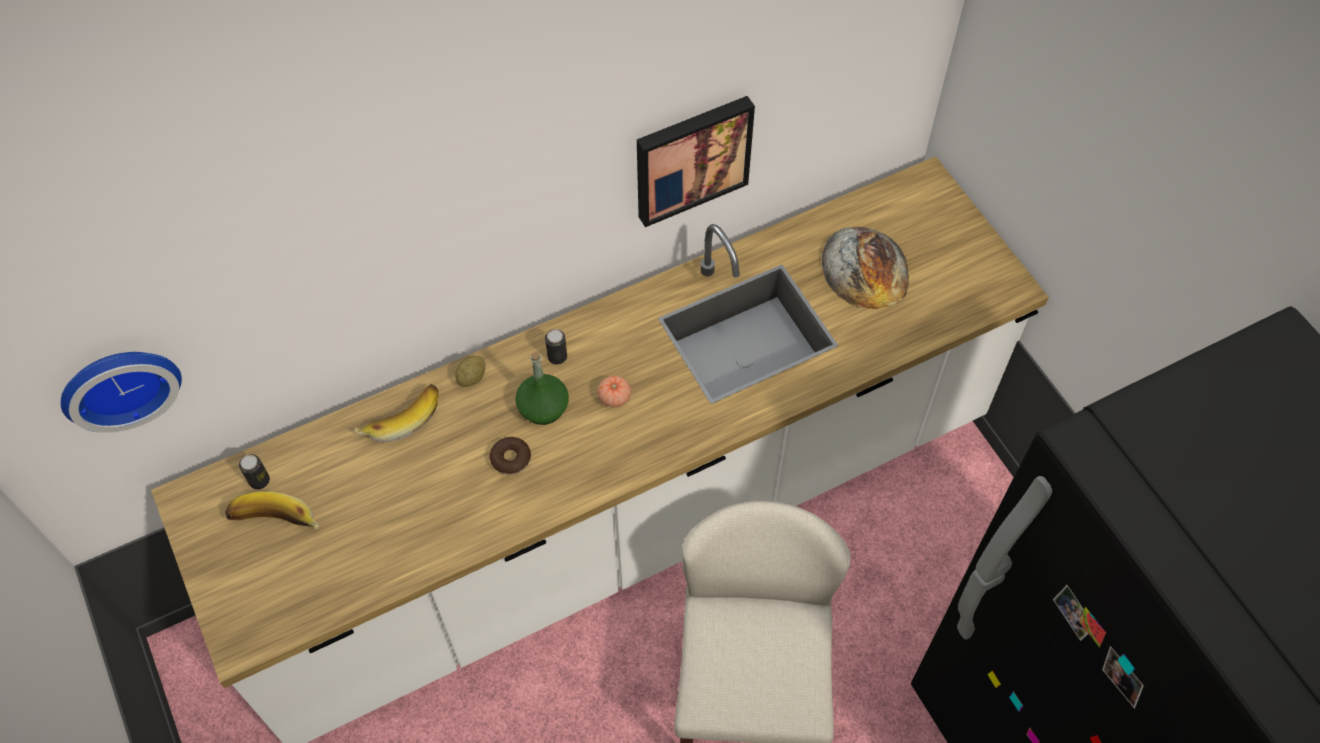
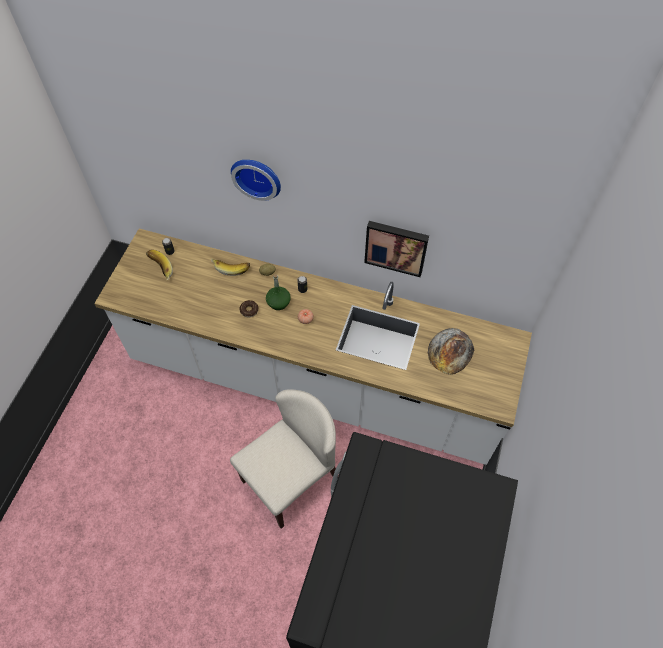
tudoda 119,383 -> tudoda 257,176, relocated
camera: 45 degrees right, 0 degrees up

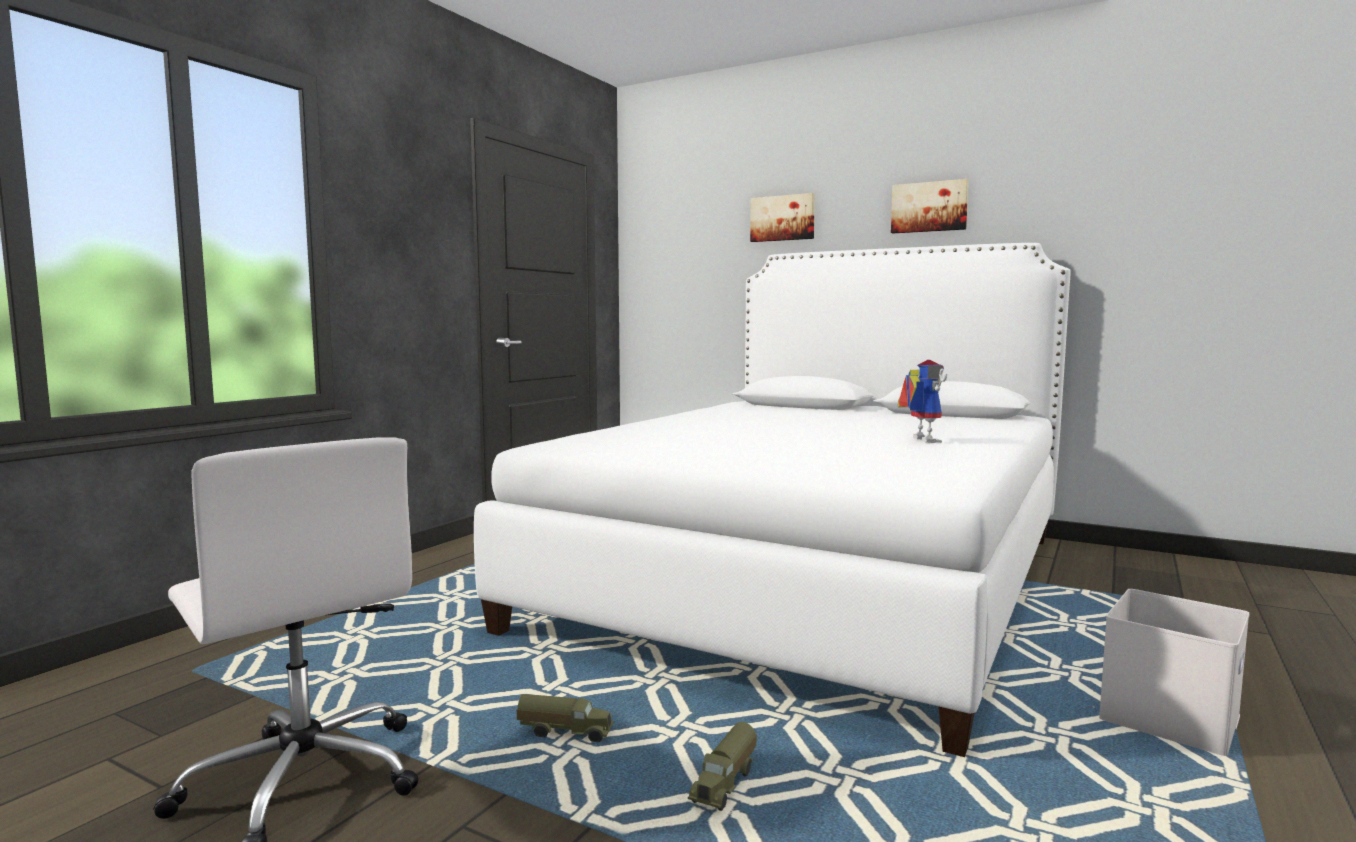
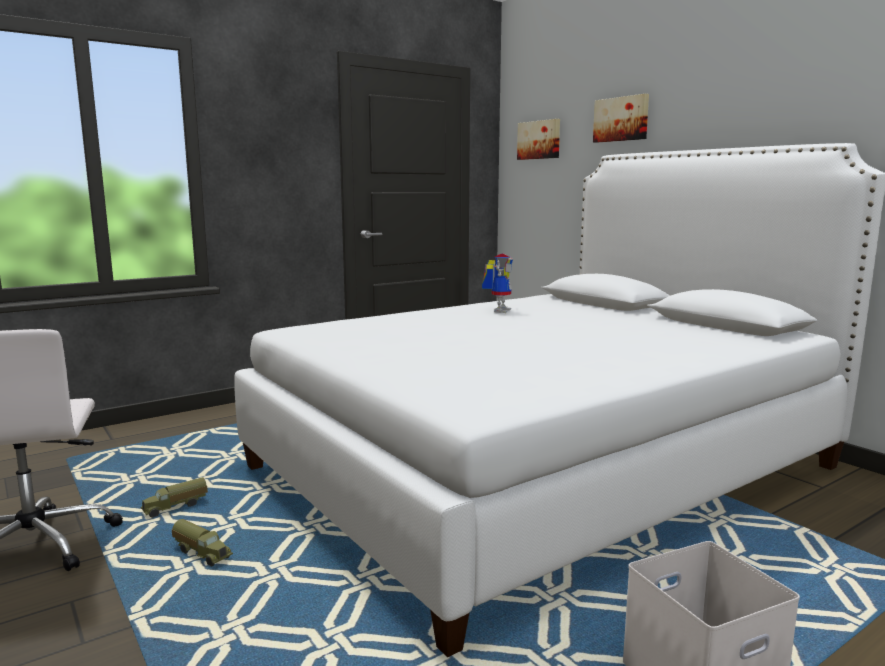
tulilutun 726,784 -> tulilutun 175,508, relocated
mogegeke 929,207 -> mogegeke 539,140, relocated
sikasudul 920,440 -> sikasudul 499,310, relocated
camera: 25 degrees right, 5 degrees up

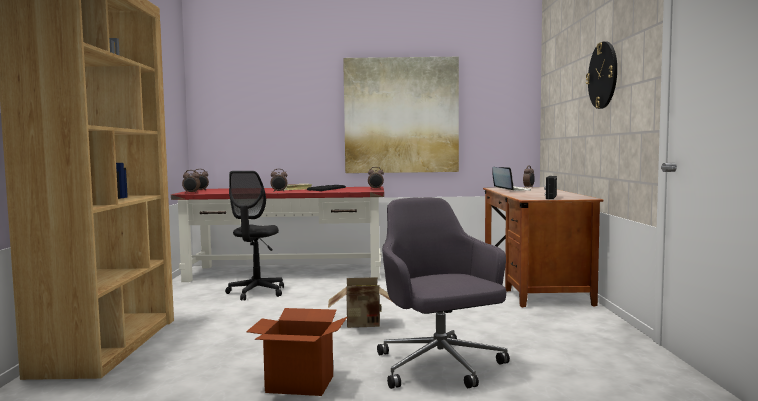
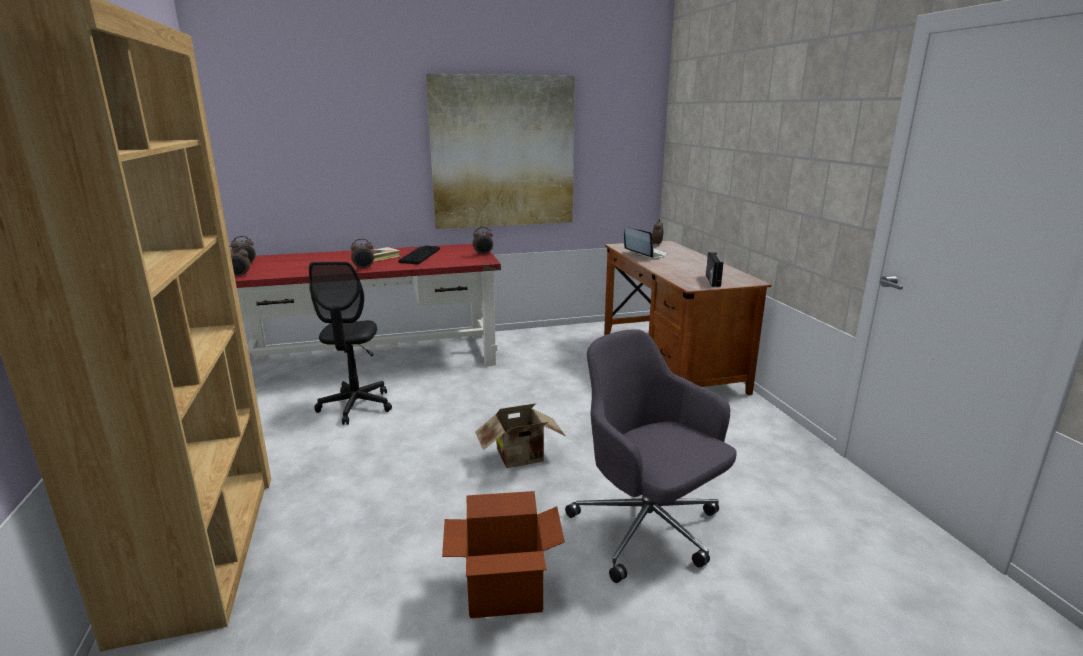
tudoda 603,75 -> none
camera: 15 degrees left, 15 degrees up

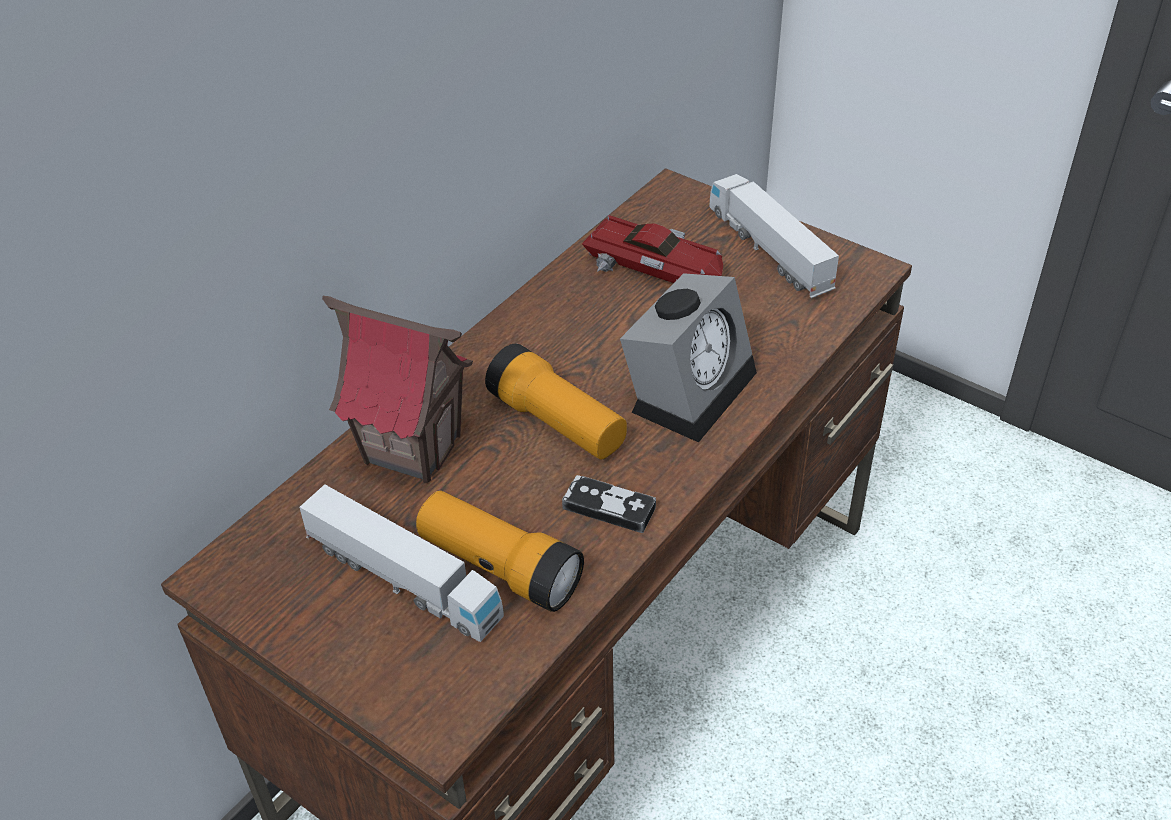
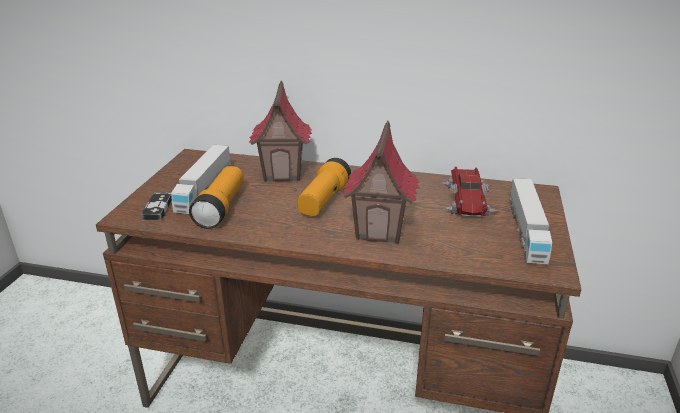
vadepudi 609,507 -> vadepudi 157,208, relocated
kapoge 690,387 -> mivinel 380,230
tulilutun 769,250 -> tulilutun 526,231, 150 degrees clockwise
camera: 65 degrees right, 15 degrees down

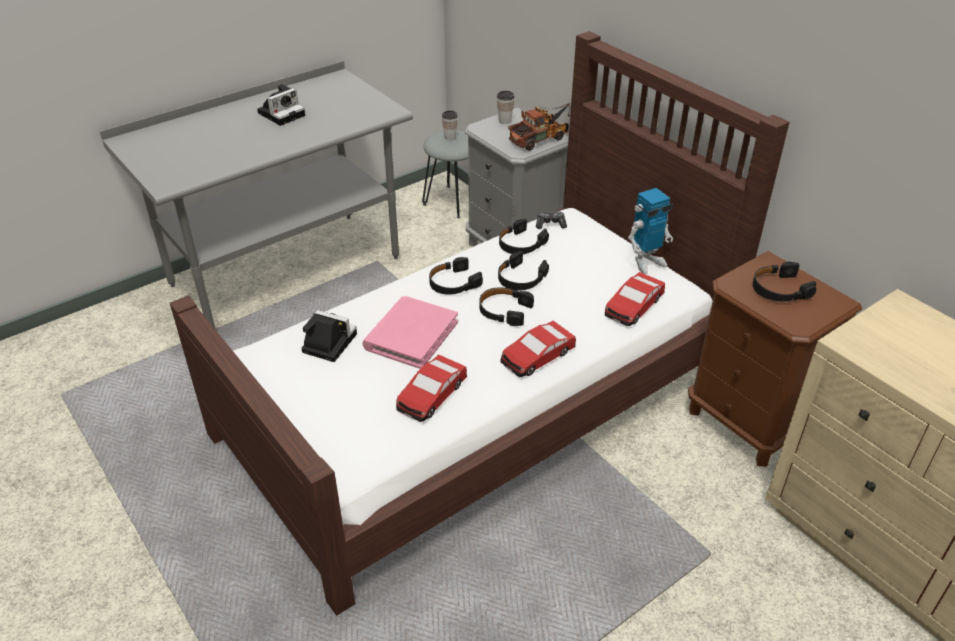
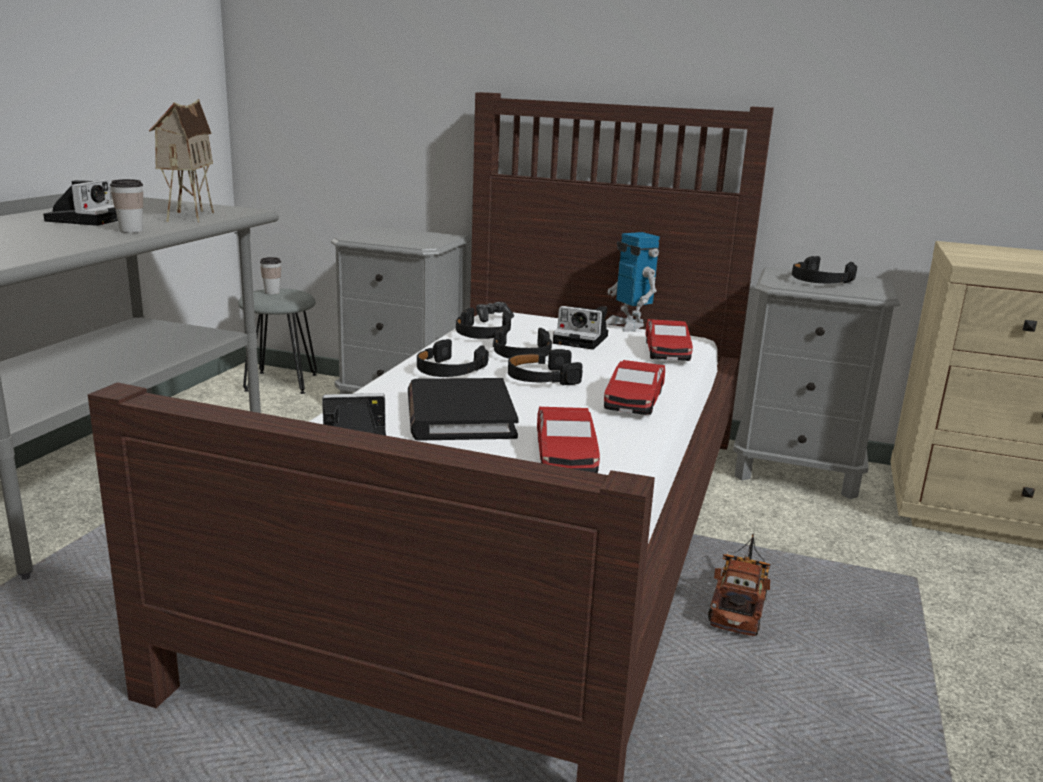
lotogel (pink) 411,335 -> lotogel (black) 459,416
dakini 505,121 -> dakini 131,231, relocated
tulilutun 542,138 -> tulilutun 739,605, relocated
sikasudul 646,262 -> sikasudul 628,325, 120 degrees clockwise
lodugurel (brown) 748,422 -> lodugurel (grey) 796,471
none -> mivinel 187,216
none -> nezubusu 583,340
camera: 35 degrees left, 20 degrees down

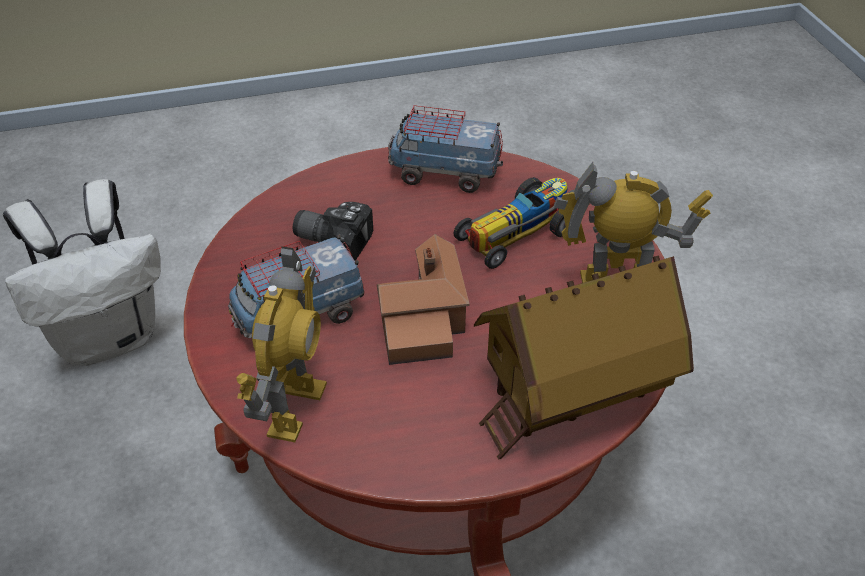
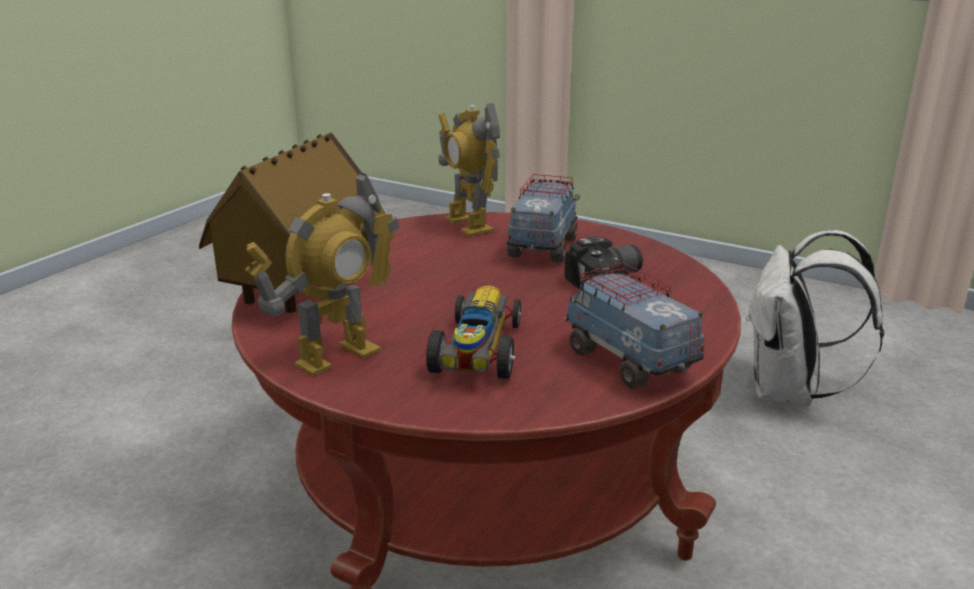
mivinel 423,319 -> none
tulilutun 444,173 -> tulilutun 628,361, 90 degrees counterclockwise
camera: 135 degrees right, 20 degrees down

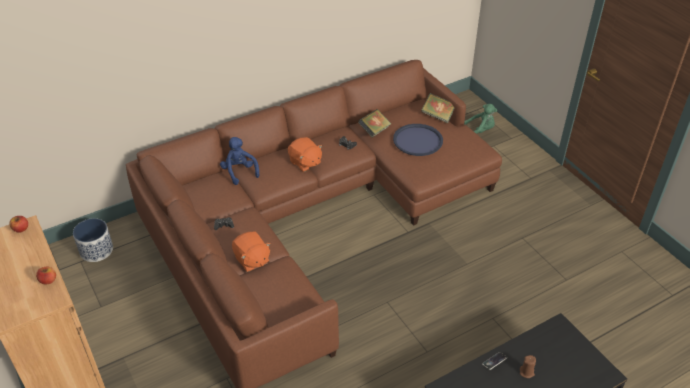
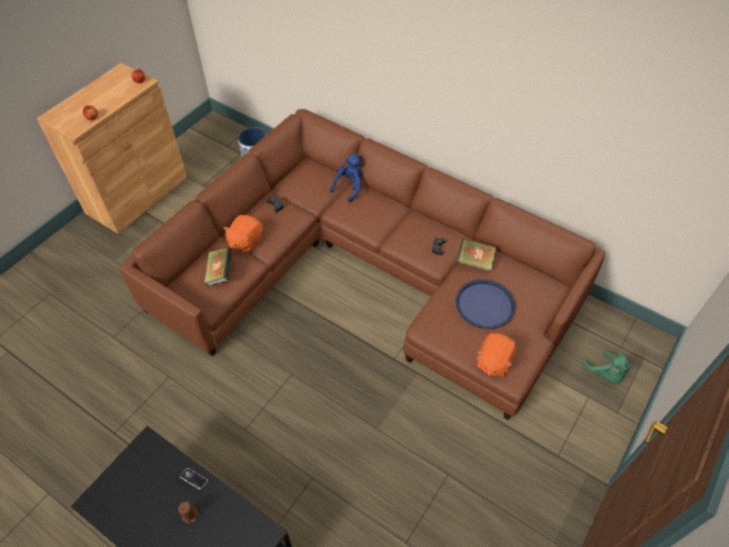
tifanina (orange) 305,163 -> tifanina (orange) 493,362, relocated
lotogel 438,116 -> lotogel 220,273, relocated
camera: 65 degrees right, 10 degrees up

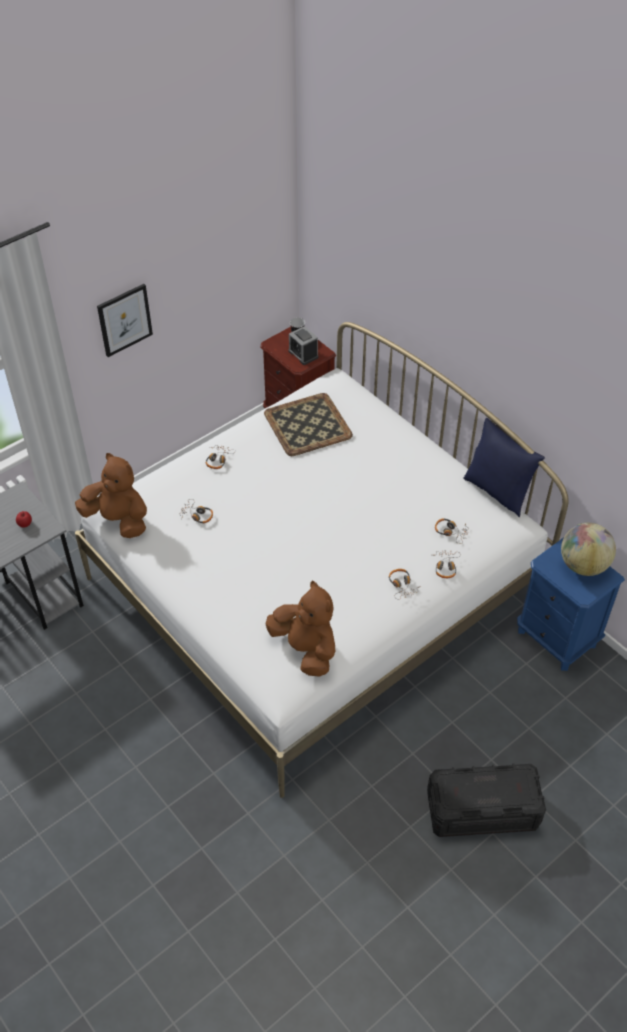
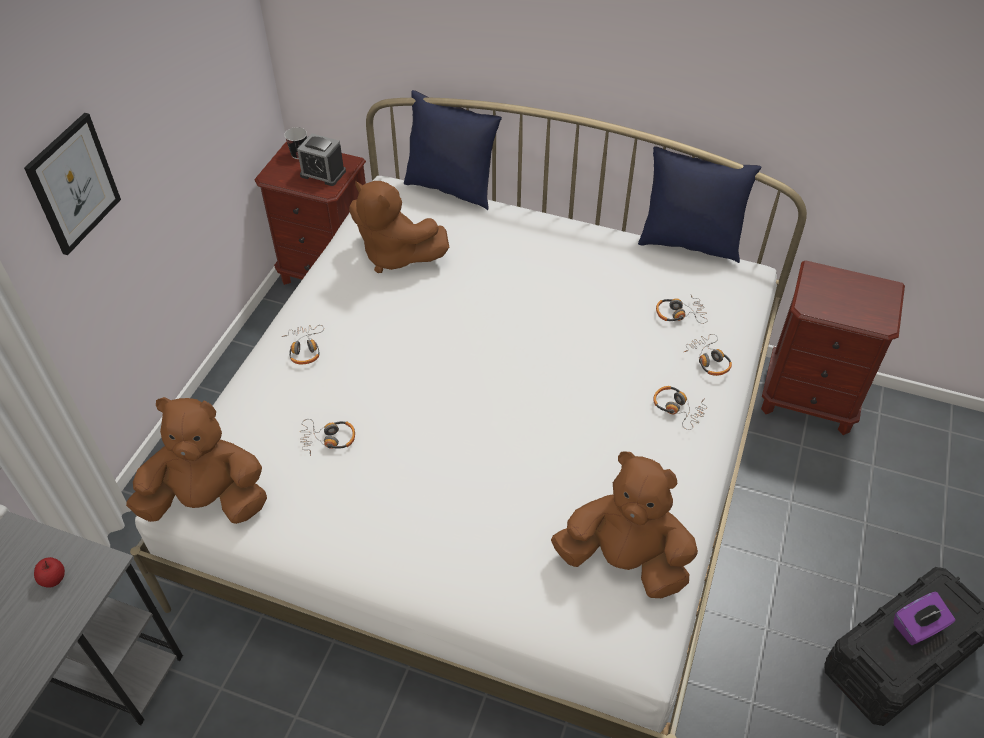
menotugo 306,424 -> tifanina (brown) 395,255
lodugurel (blue) 556,638 -> lodugurel (brown) 809,400
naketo 583,565 -> none
none -> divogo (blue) 451,188
none -> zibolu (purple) 918,627
camera: 30 degrees left, 0 degrees up

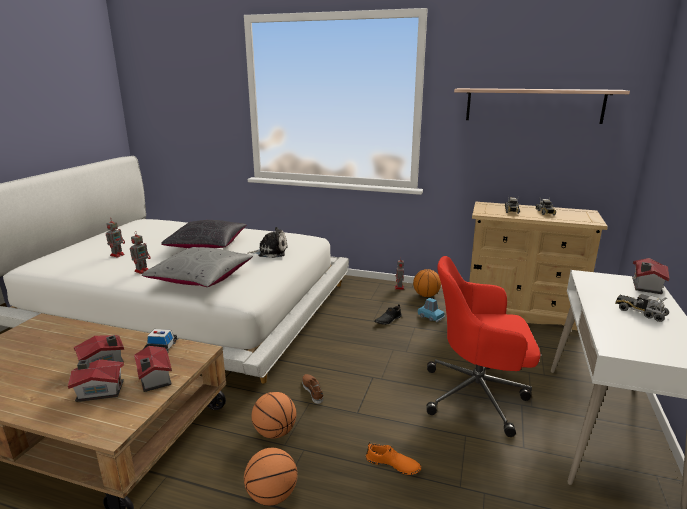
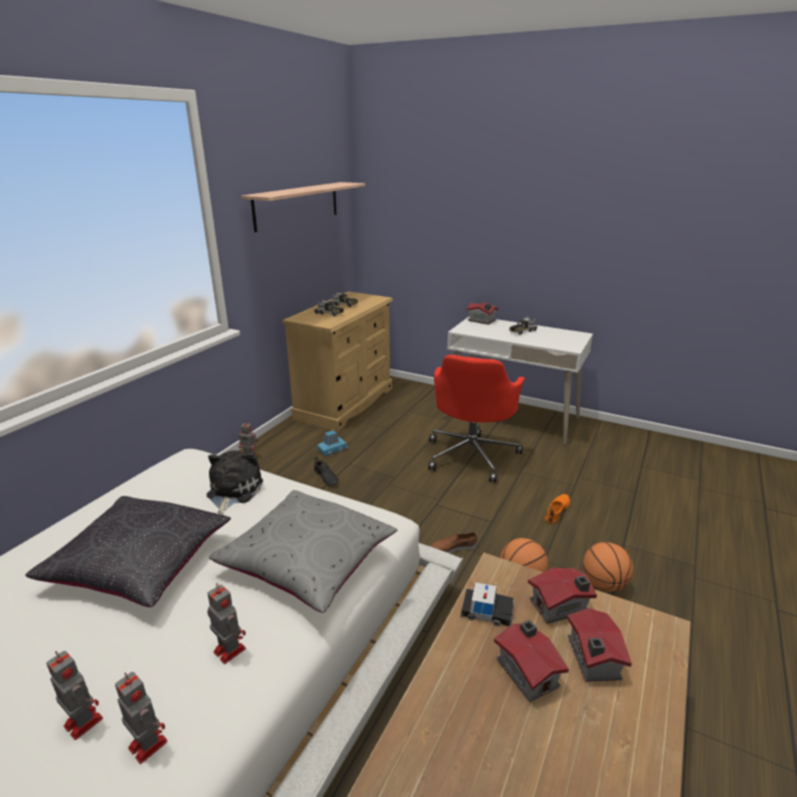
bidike 426,295 -> none
none -> sikasudul 147,743
camera: 80 degrees left, 5 degrees up

